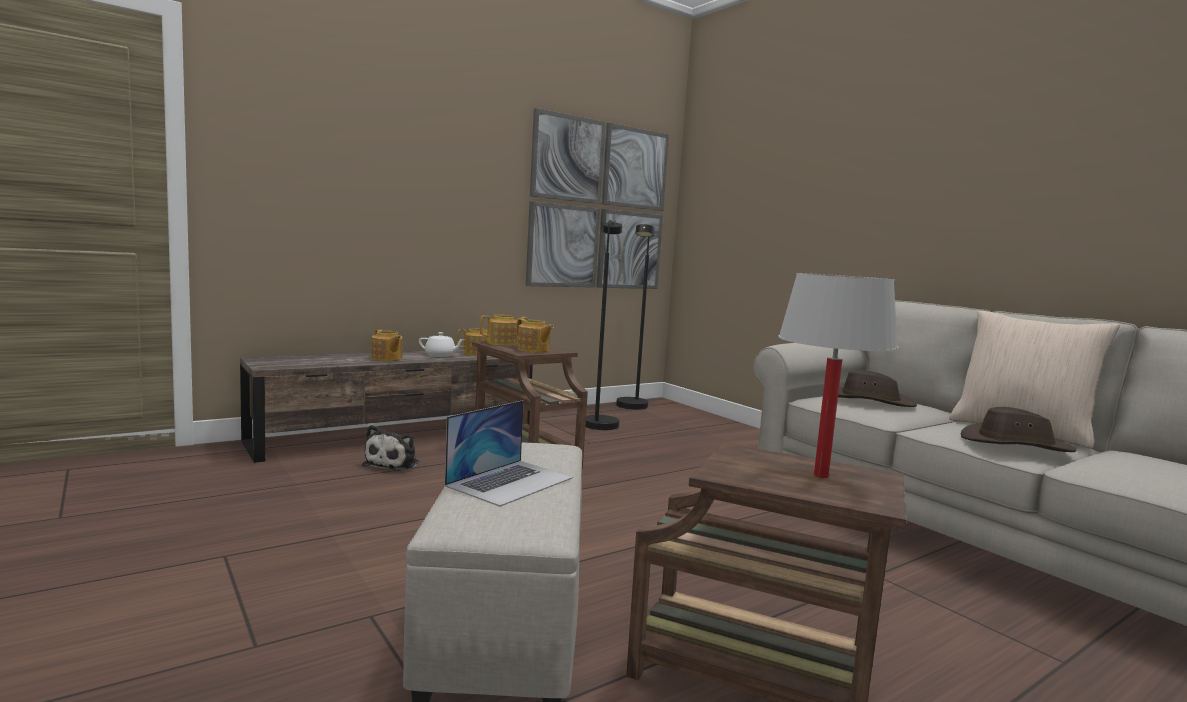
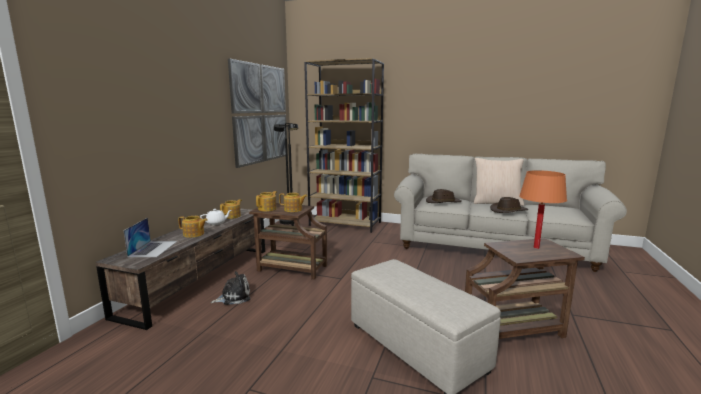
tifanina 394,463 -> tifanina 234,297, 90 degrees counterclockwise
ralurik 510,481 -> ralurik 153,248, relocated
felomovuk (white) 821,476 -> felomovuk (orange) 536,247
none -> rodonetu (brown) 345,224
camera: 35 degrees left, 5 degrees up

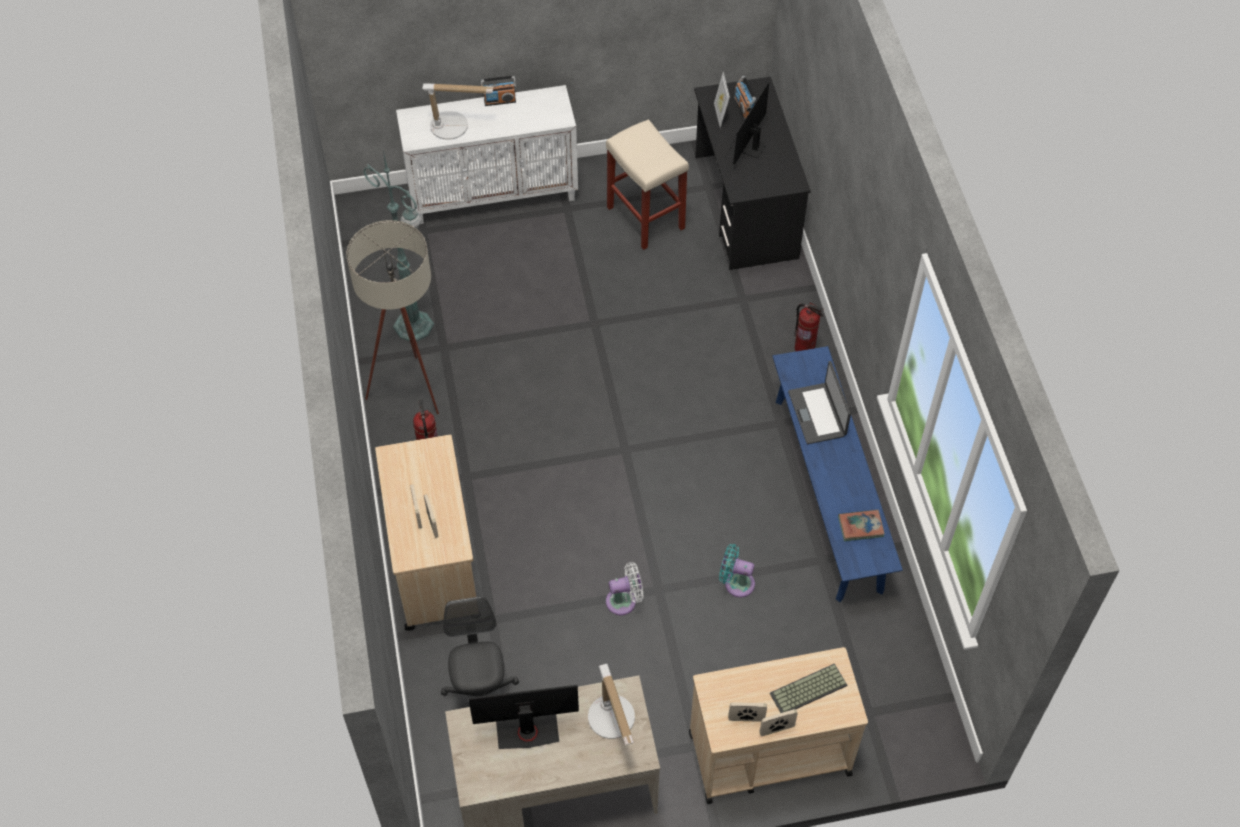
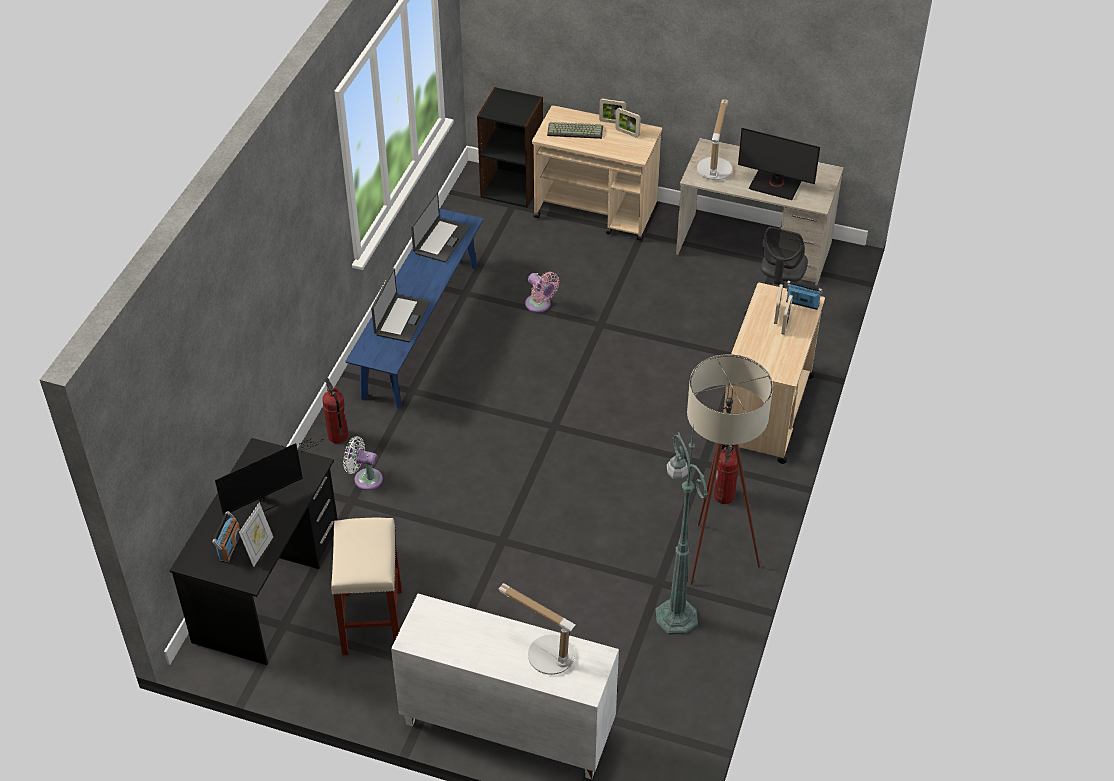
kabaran 499,101 -> kabaran 802,303, relocated
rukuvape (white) 624,601 -> rukuvape (white) 365,478, relocated
rukuvape (turquoise) 736,583 -> rukuvape (pink) 539,305
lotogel 860,527 -> ralurik 440,240
none -> rodonetu (black) 512,187
camera: 150 degrees left, 10 degrees down

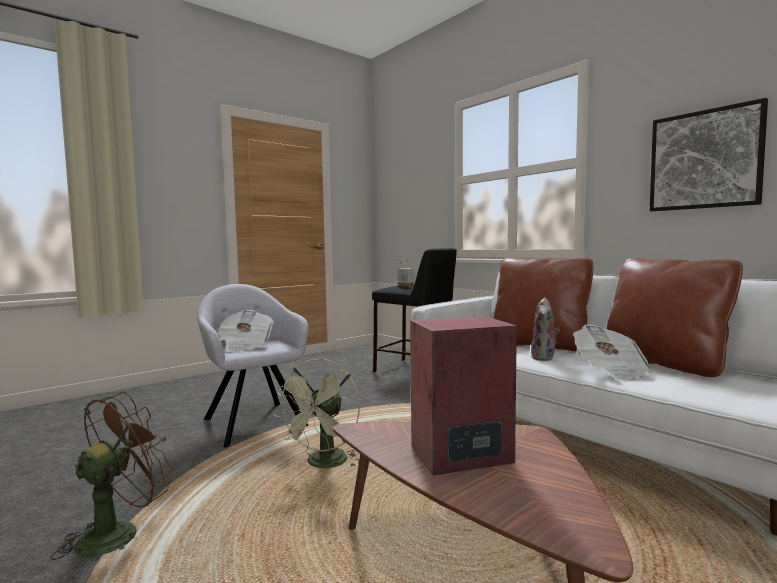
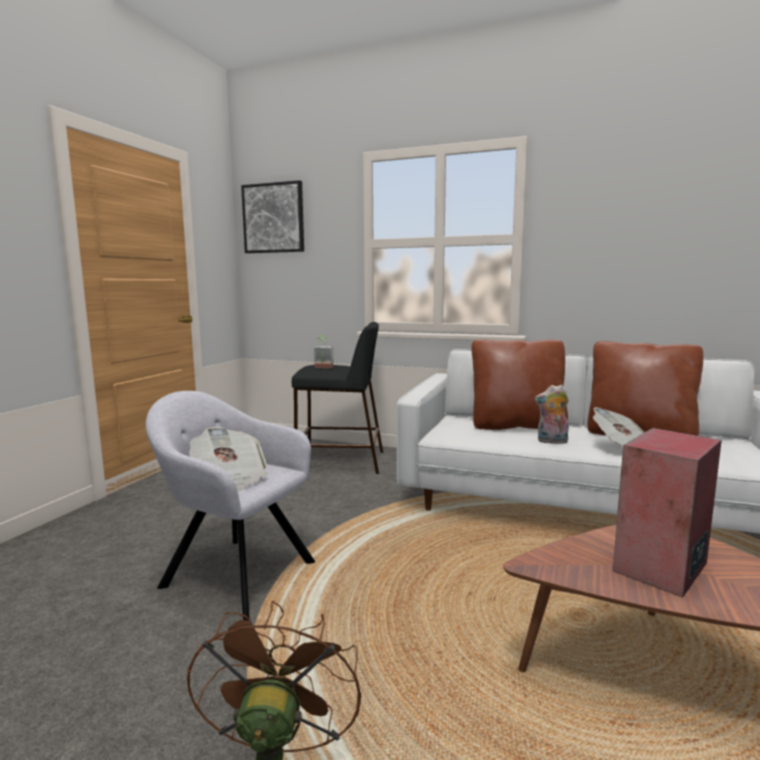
rukuvape (green) 324,464 -> none
tifanina 545,358 -> tifanina 552,442, 105 degrees clockwise
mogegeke 704,160 -> mogegeke 273,218, relocated
camera: 30 degrees left, 5 degrees up

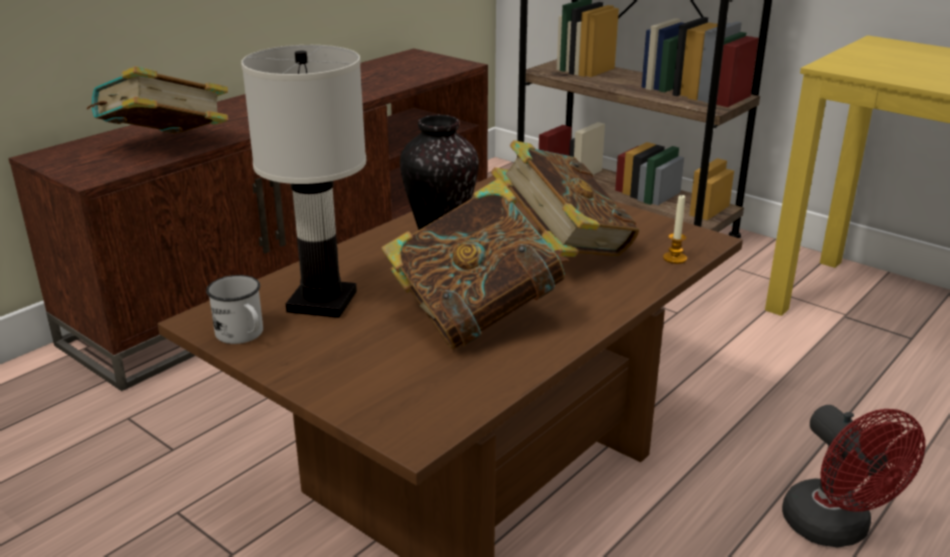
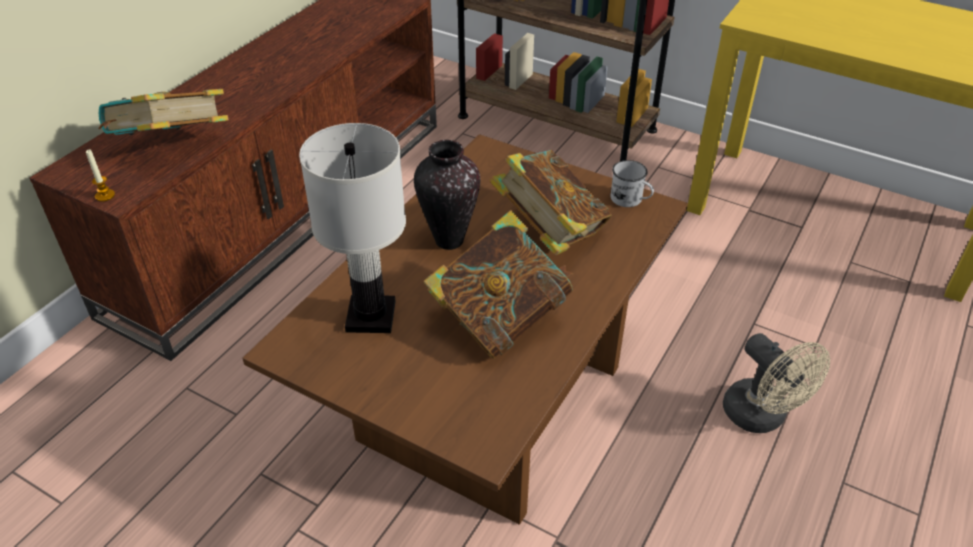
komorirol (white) 243,335 -> komorirol (white) 630,200, relocated
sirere 674,258 -> sirere 105,196, relocated
rukuvape (red) 835,530 -> rukuvape (beige) 762,417
camera: 10 degrees left, 15 degrees up

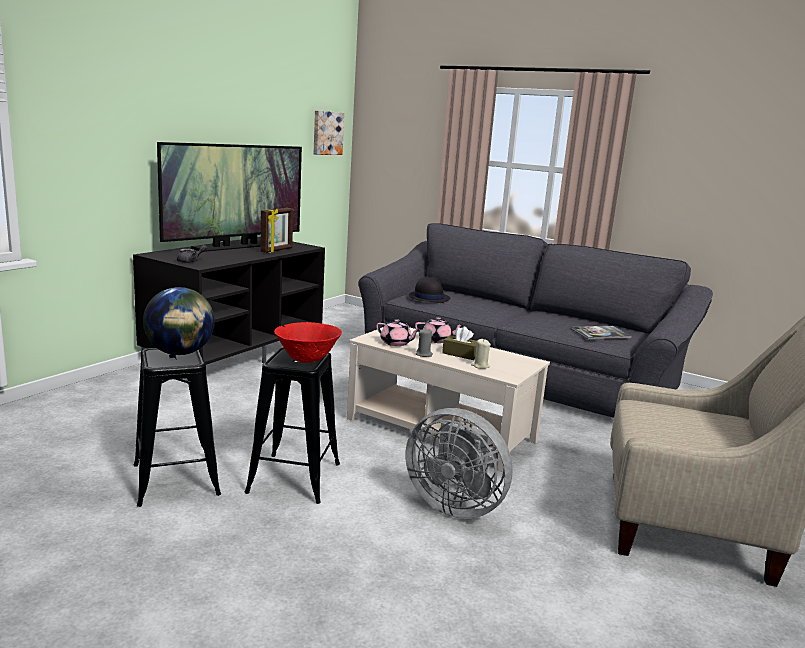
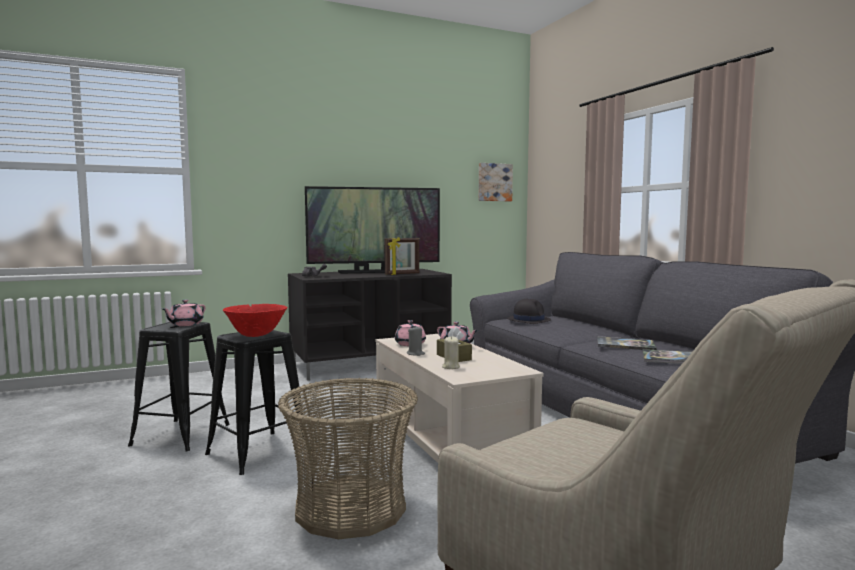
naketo 180,353 -> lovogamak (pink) 185,324
rukuvape (grey) 455,505 -> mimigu 351,508
none -> lotogel 625,345
camera: 35 degrees right, 10 degrees down

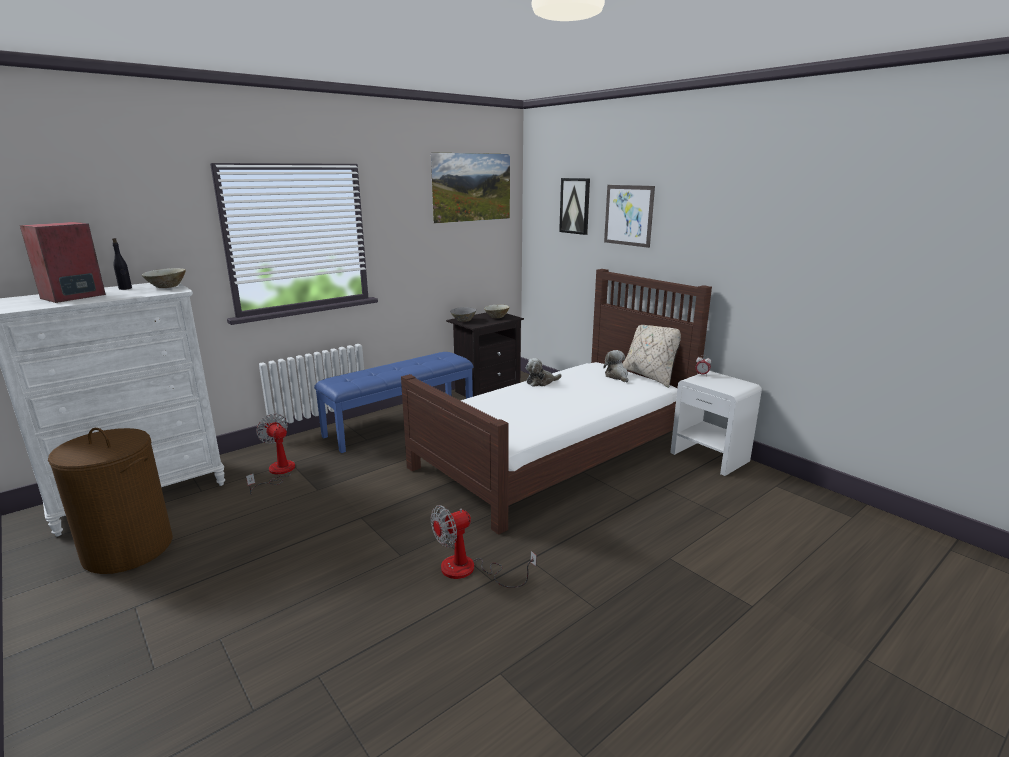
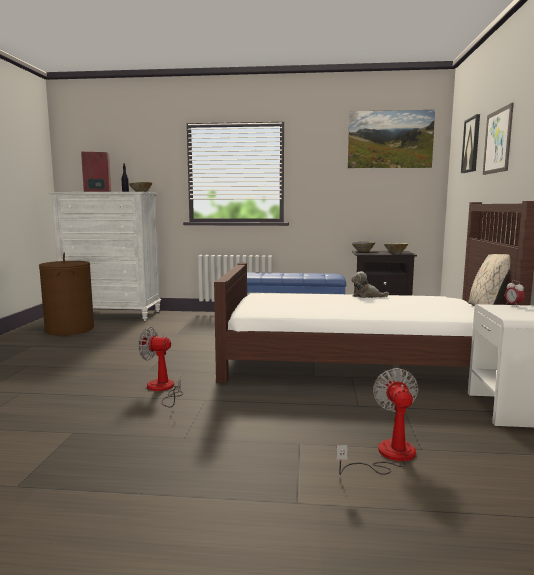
rukuvape 277,473 -> rukuvape 387,456, relocated
tifanina 617,376 -> none
camera: 45 degrees right, 10 degrees down

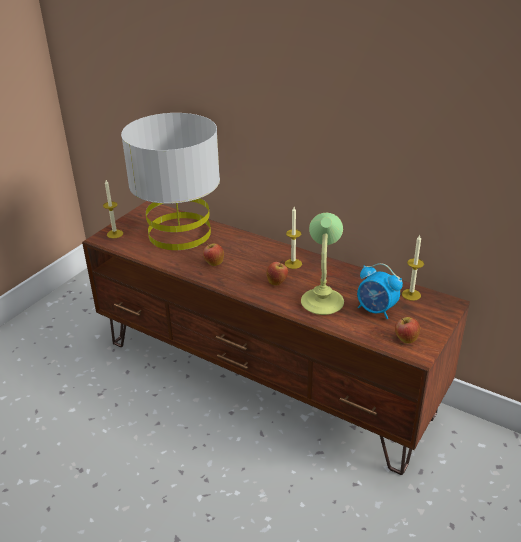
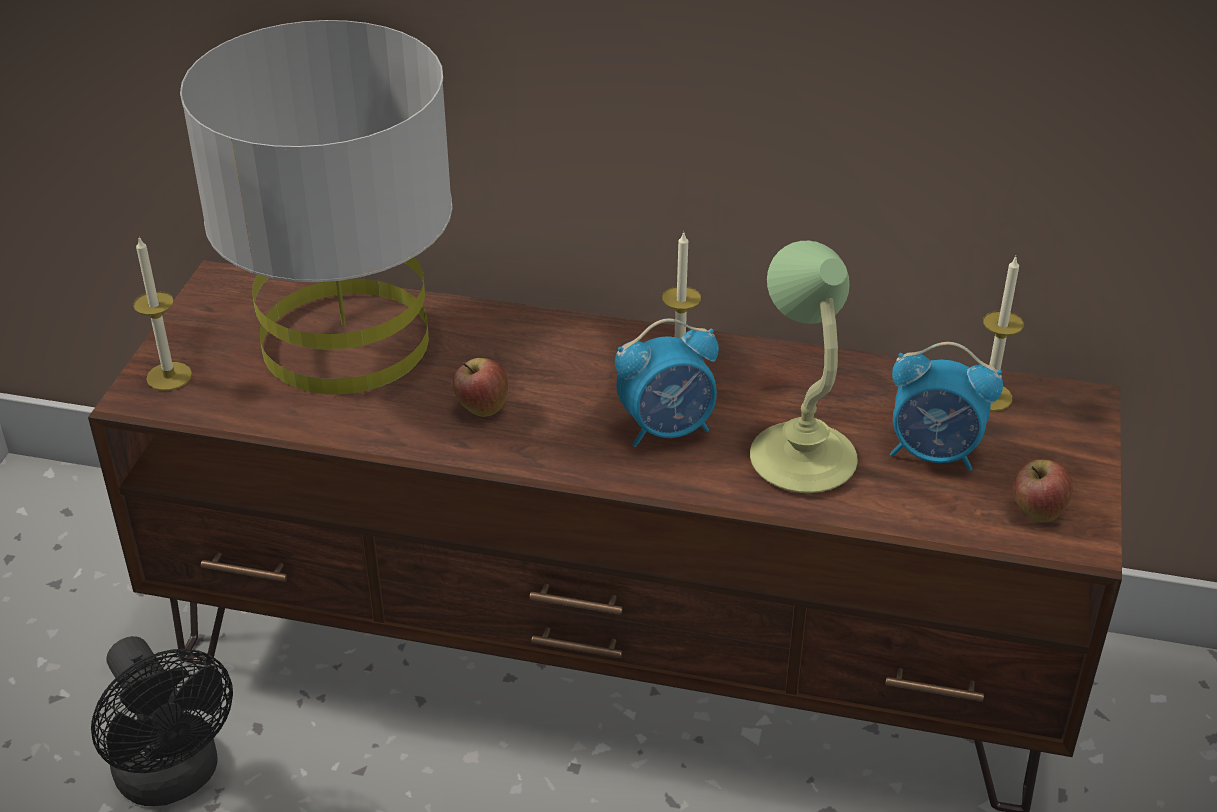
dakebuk 277,282 -> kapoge 667,429
none -> rukuvape (black) 174,778
camera: 20 degrees left, 5 degrees up

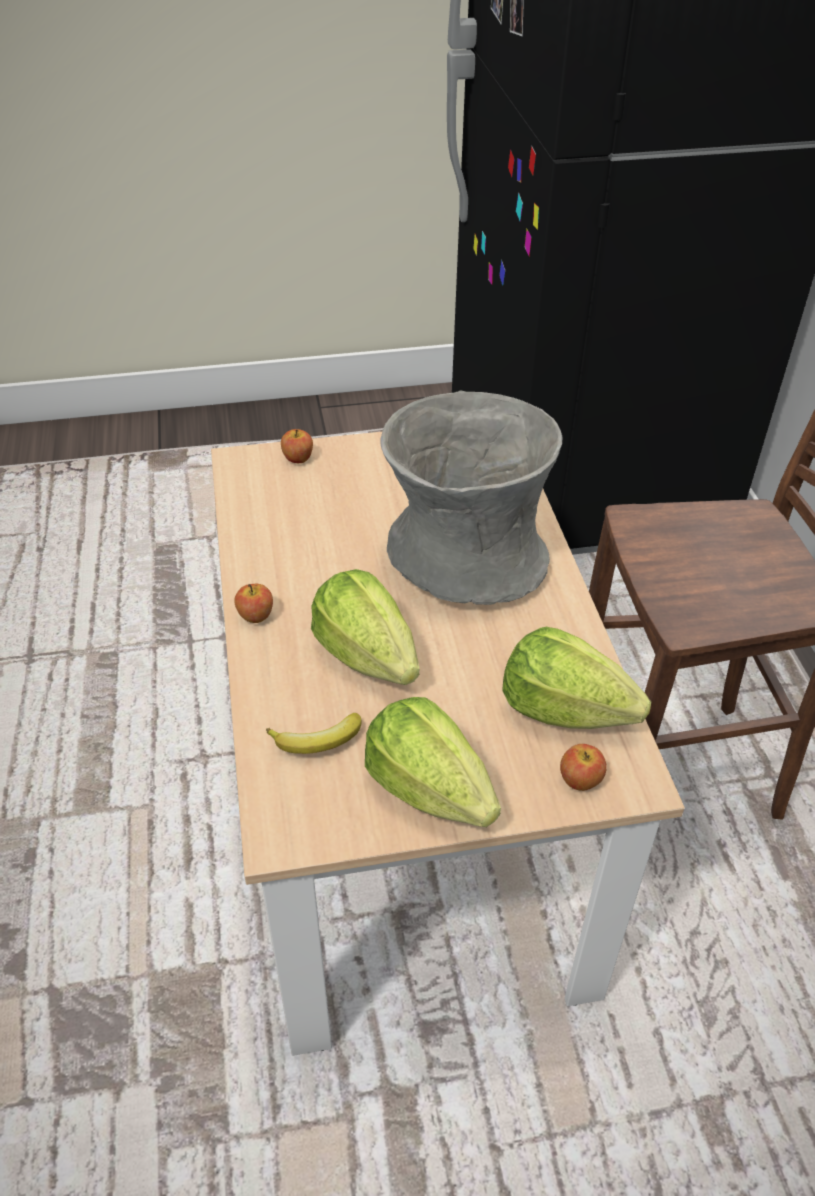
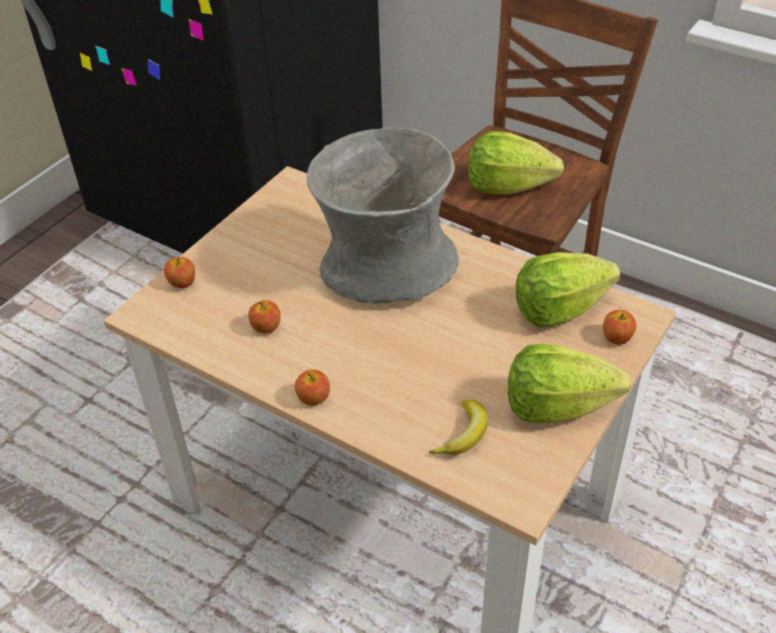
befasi 367,655 -> befasi 508,186, relocated
none -> dakebuk 266,327
camera: 45 degrees left, 0 degrees up

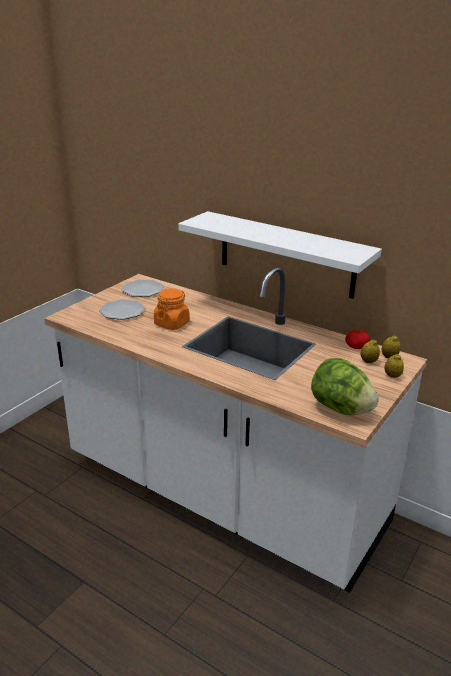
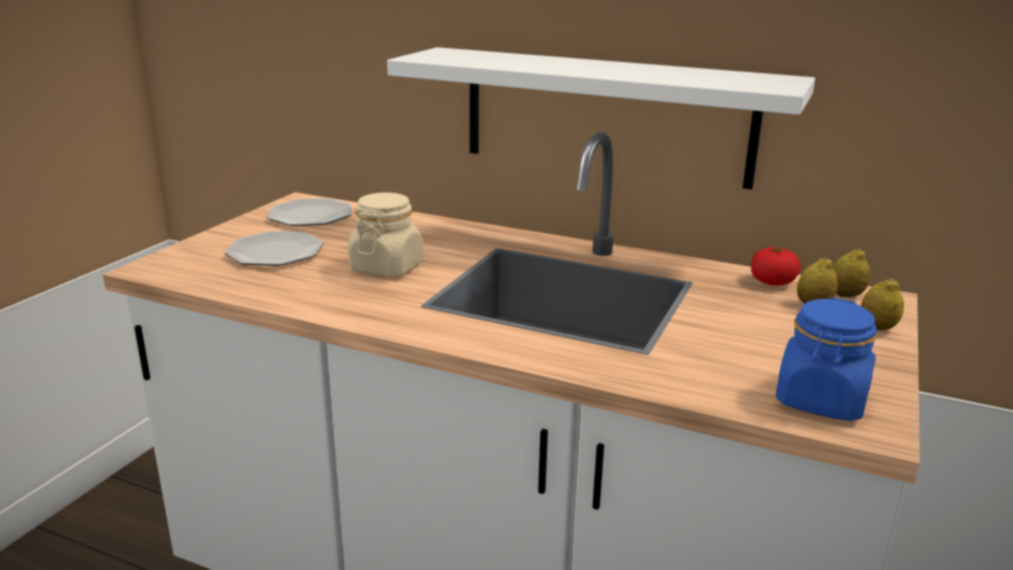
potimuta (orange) 172,323 -> potimuta (beige) 386,267
befasi 340,409 -> potimuta (blue) 821,400
camera: 10 degrees left, 5 degrees down

